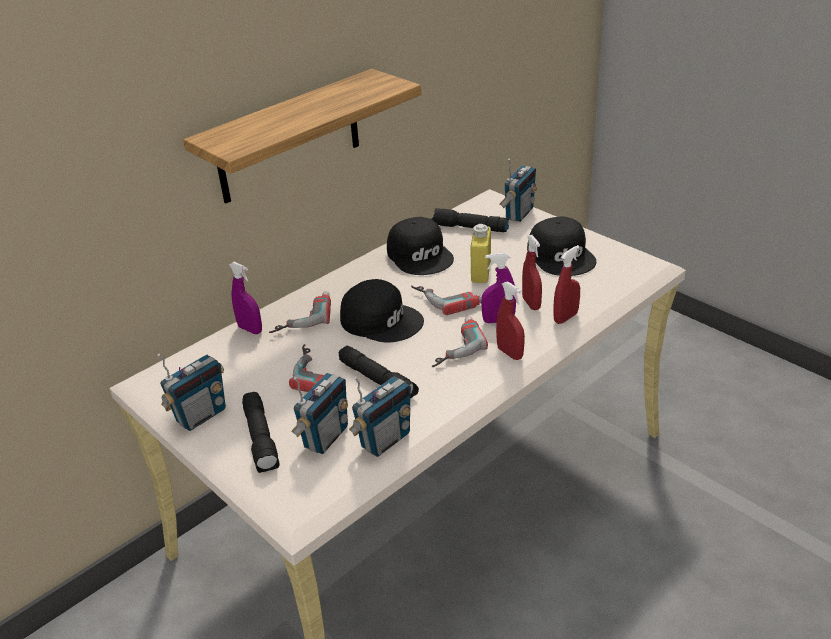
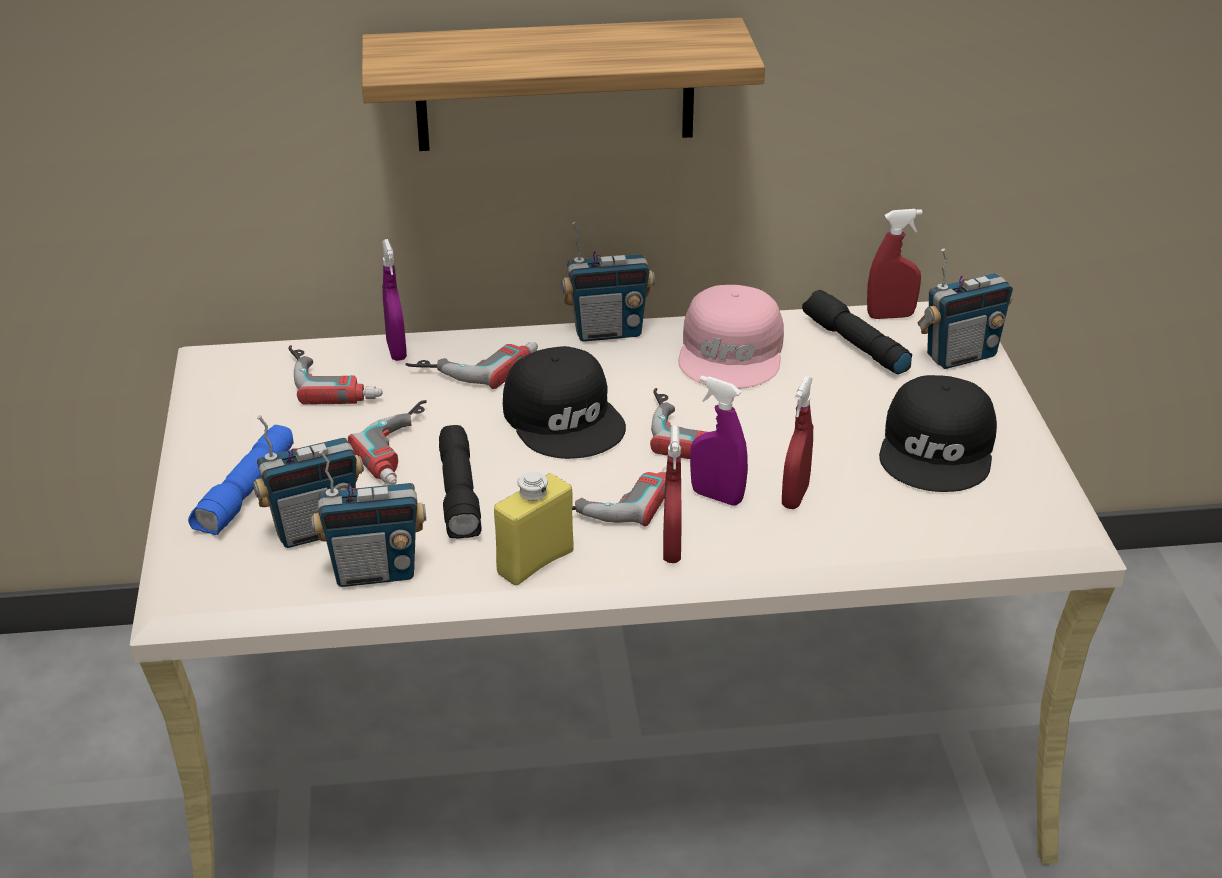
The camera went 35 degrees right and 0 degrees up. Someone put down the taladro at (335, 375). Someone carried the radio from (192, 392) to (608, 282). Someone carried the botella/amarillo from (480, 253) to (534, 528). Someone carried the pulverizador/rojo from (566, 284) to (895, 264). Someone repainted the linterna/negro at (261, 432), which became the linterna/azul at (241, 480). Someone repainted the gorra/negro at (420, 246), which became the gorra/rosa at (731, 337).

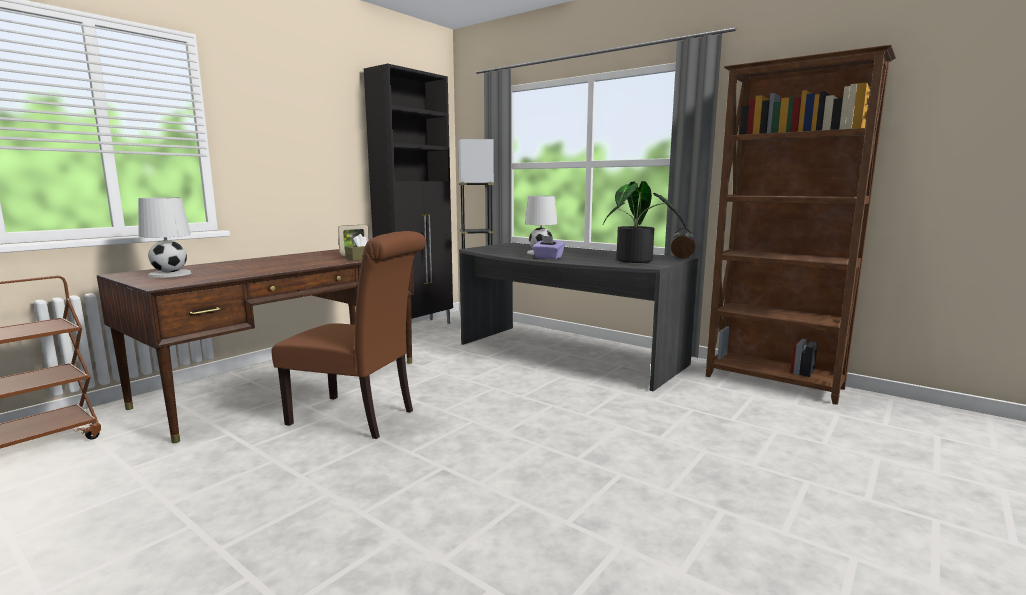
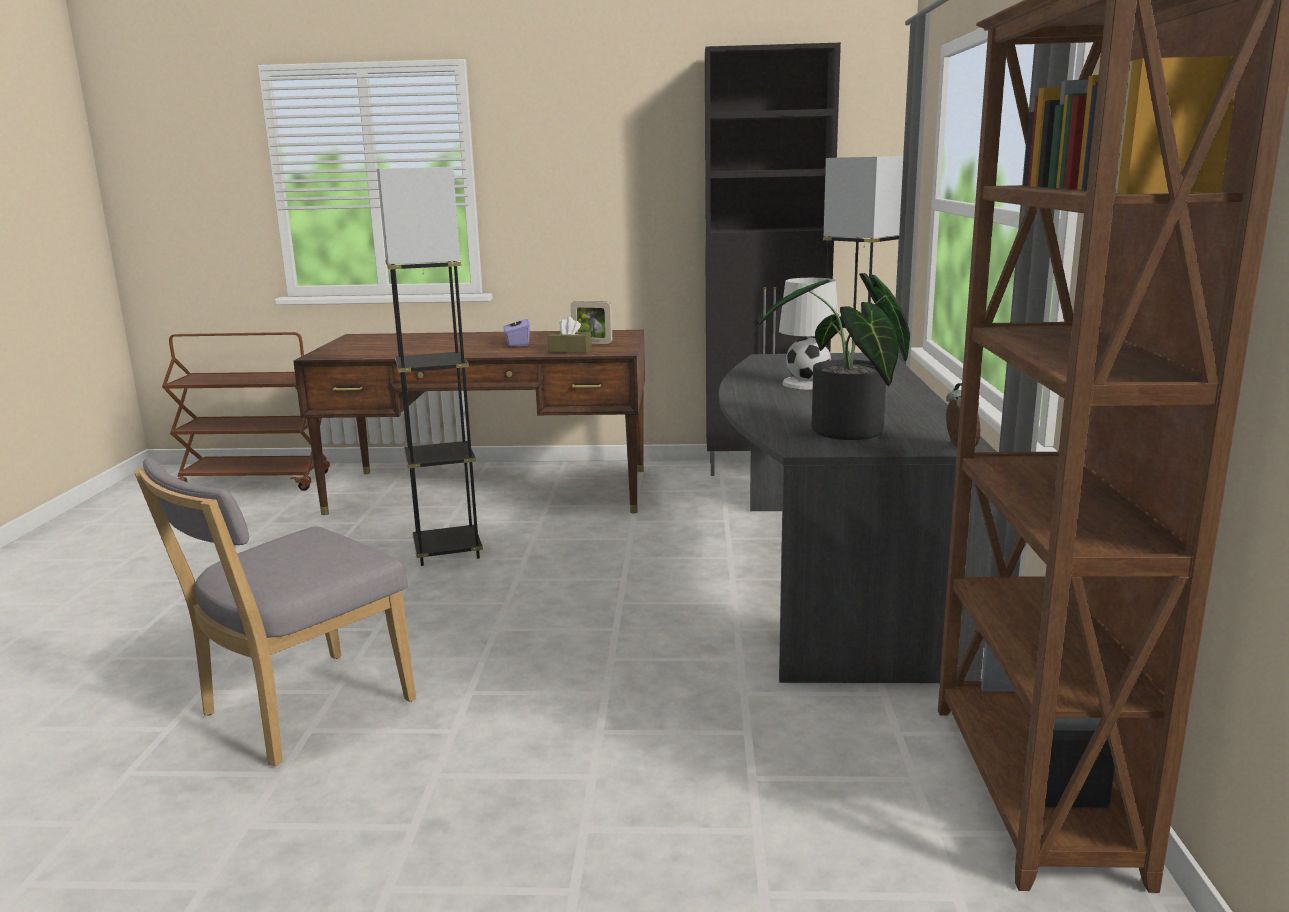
The camera went 55 degrees right and 5 degrees up. Someone took away the lámpara de mesa/blanco at (164, 237). Someone put down the silla/gris at (275, 612). Someone carried the caja de pañuelos/morado from (548, 247) to (516, 330). Someone swapped the silla/marrón at (349, 335) for the lámpara de pie/gris at (430, 366).

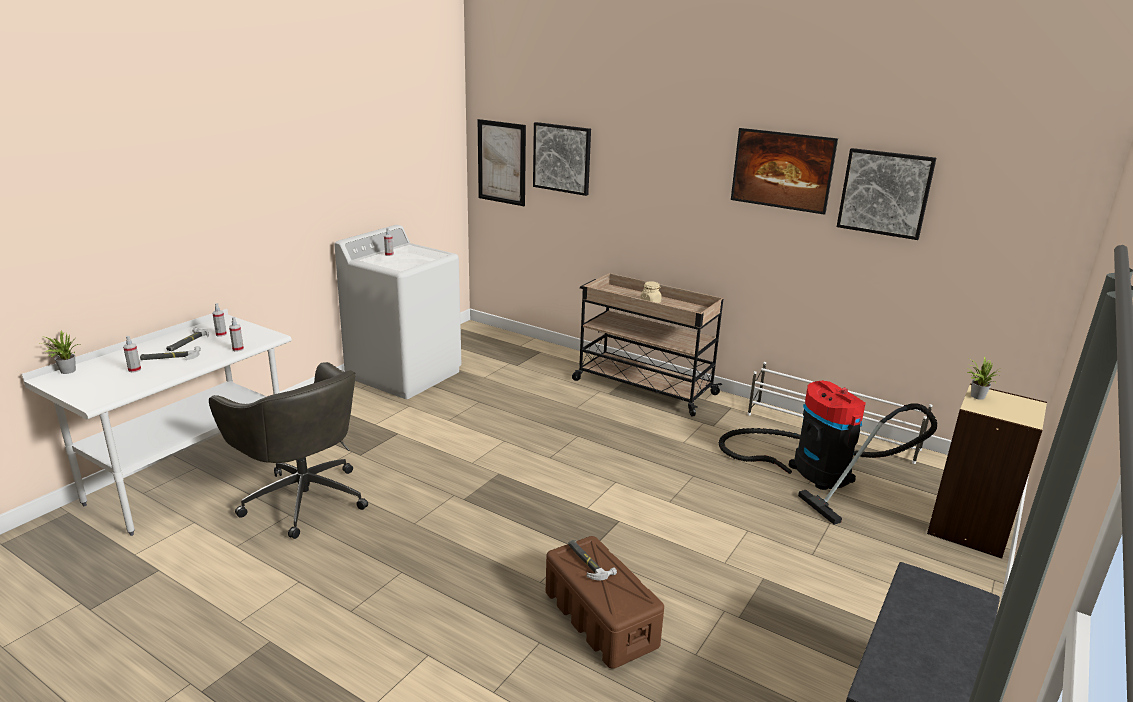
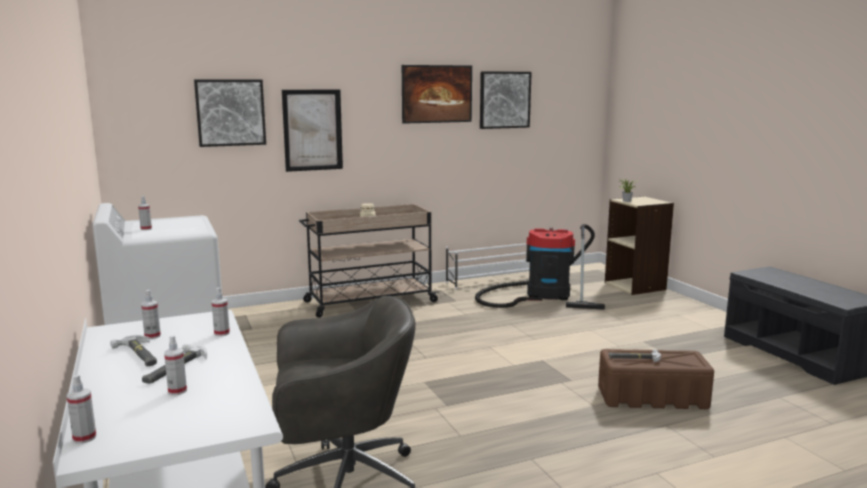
The camera went 55 degrees left and 10 degrees down. Someone carried the cuadro from (502, 162) to (312, 130). Someone swapped the planta en maceta at (59, 352) for the pulverizador at (81, 409).

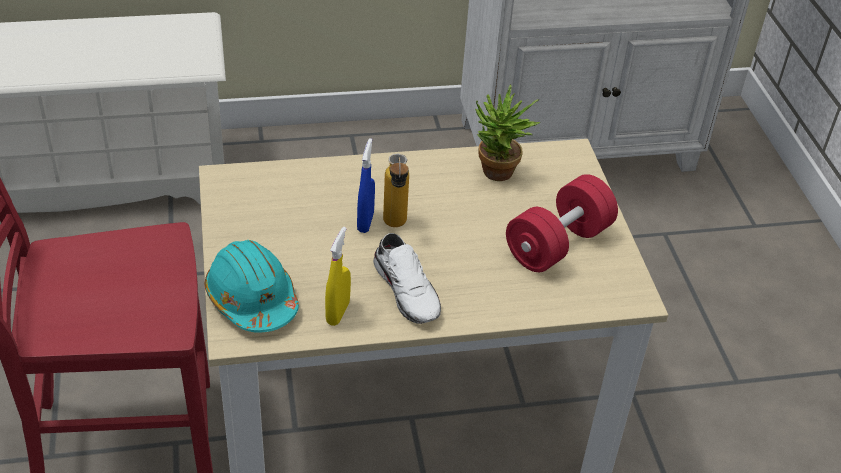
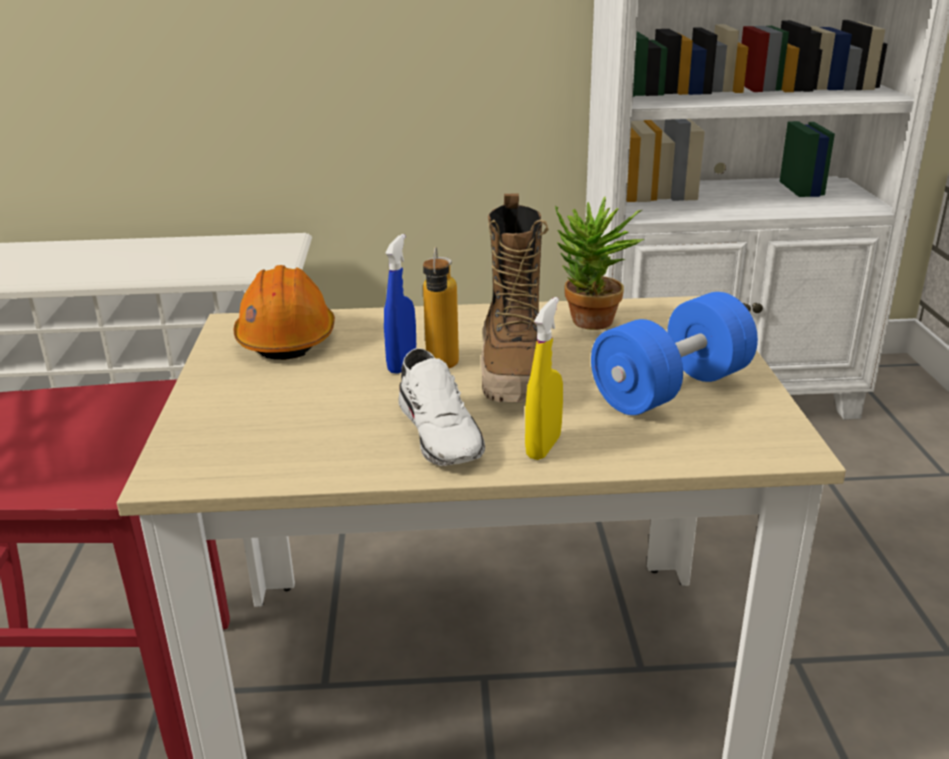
The camera went 10 degrees right and 15 degrees down. Someone took away the casco/turquesa at (251, 286). Someone put down the casco/naranja at (284, 312). Someone put down the bota at (514, 298). Someone carried the pulverizador/amarillo from (338, 276) to (544, 378). Someone repainted the mancuerna/rojo at (562, 223), which became the mancuerna/azul at (674, 353).

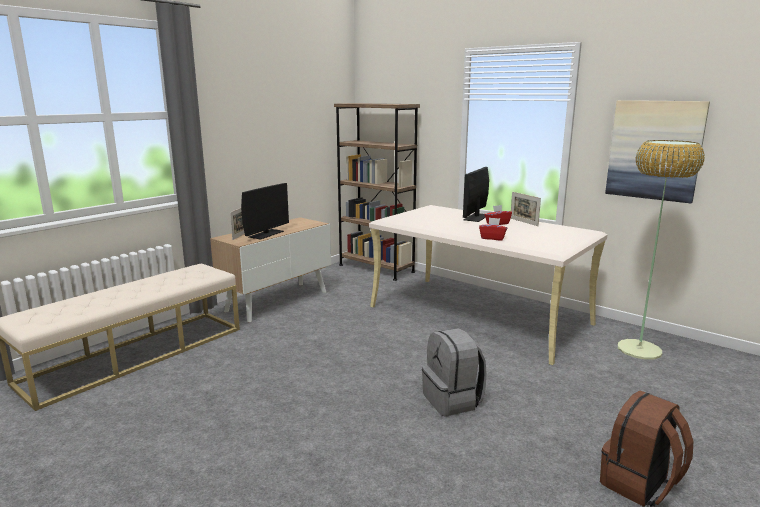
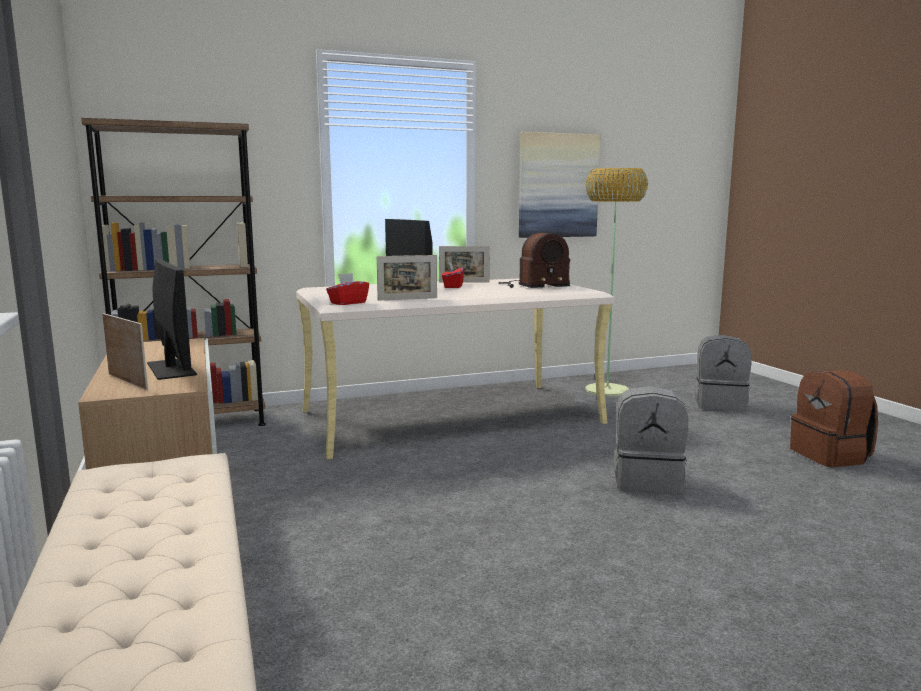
The camera went 60 degrees left and 5 degrees down. Someone put down the portarretratos at (407, 278). Someone put down the radio at (534, 260). Someone put down the mochila/gris at (723, 373). Someone carried the caja de pañuelos/rojo from (493, 229) to (347, 289).

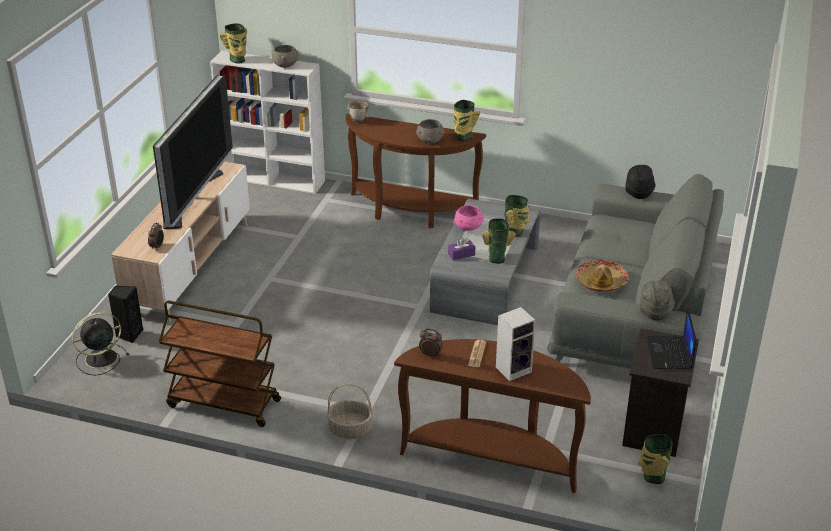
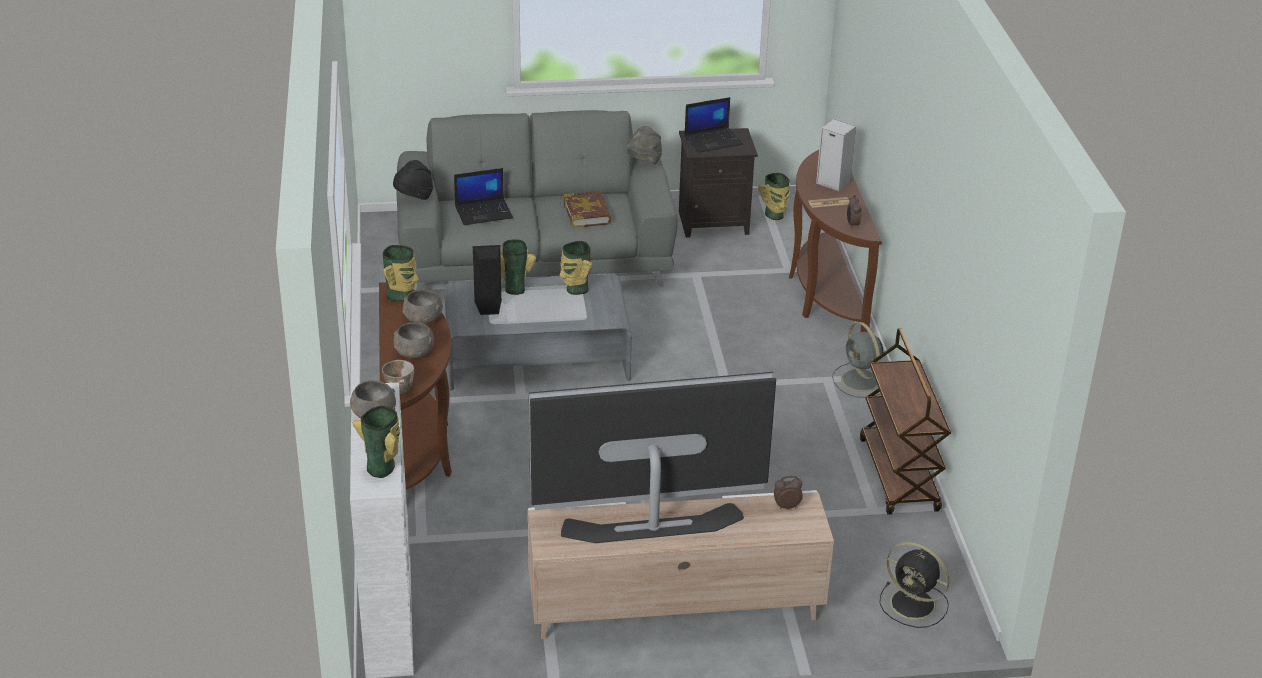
The camera went 115 degrees left and 0 degrees up. Someone took away the caja de pañuelos/morado at (461, 249). Someone took away the cuenco/rosa at (469, 218). Someone put down the cuenco/gris at (413, 340). Someone put down the portátil at (483, 196). Someone carried the altavoz/negro from (125, 314) to (487, 279). Someone swapped the cesta at (350, 411) for the ventilador/gris at (857, 360). Someone swapped the sombrero at (602, 276) for the libro at (588, 209).

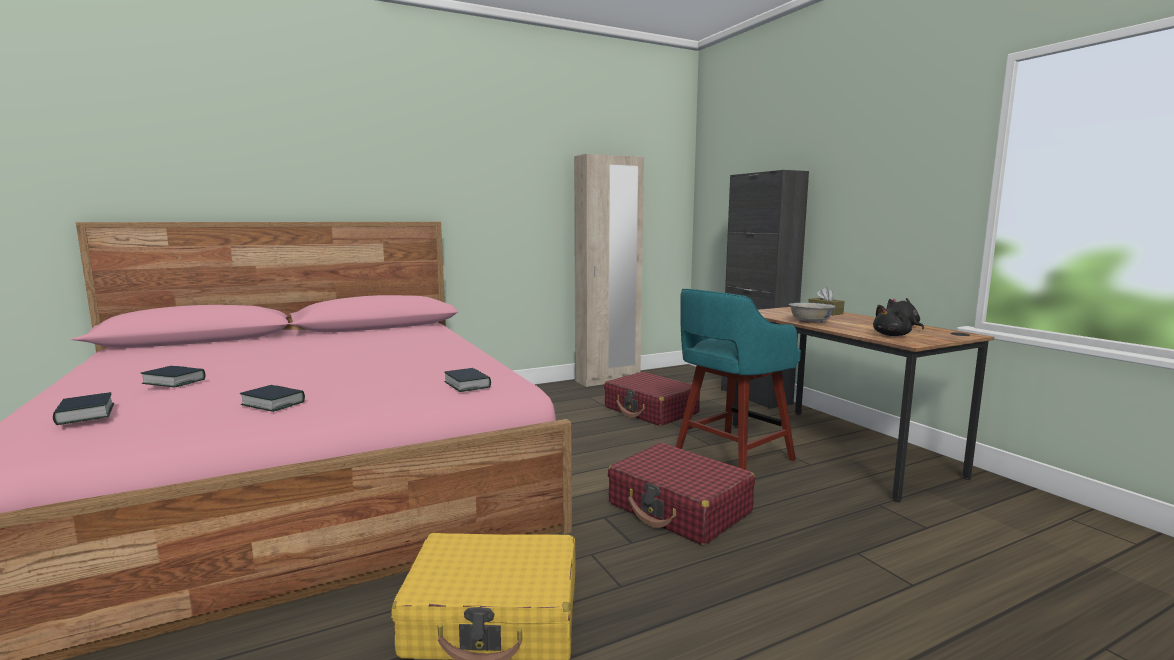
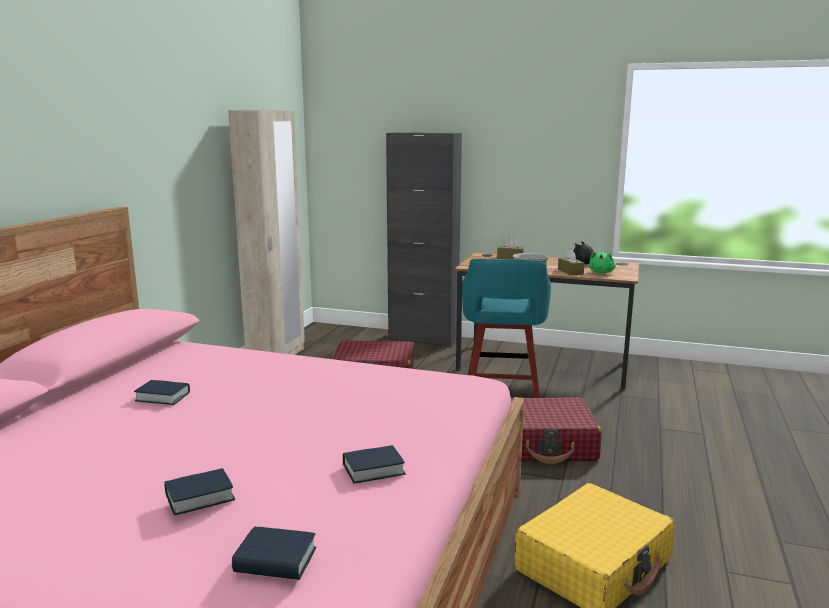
The camera went 45 degrees left and 5 degrees up. Someone put down the caja de pañuelos/marrón at (571, 262). Someone carried the libro from (467, 380) to (162, 392). Someone repainted the peluche/negro at (892, 320), which became the peluche/verde at (602, 263).

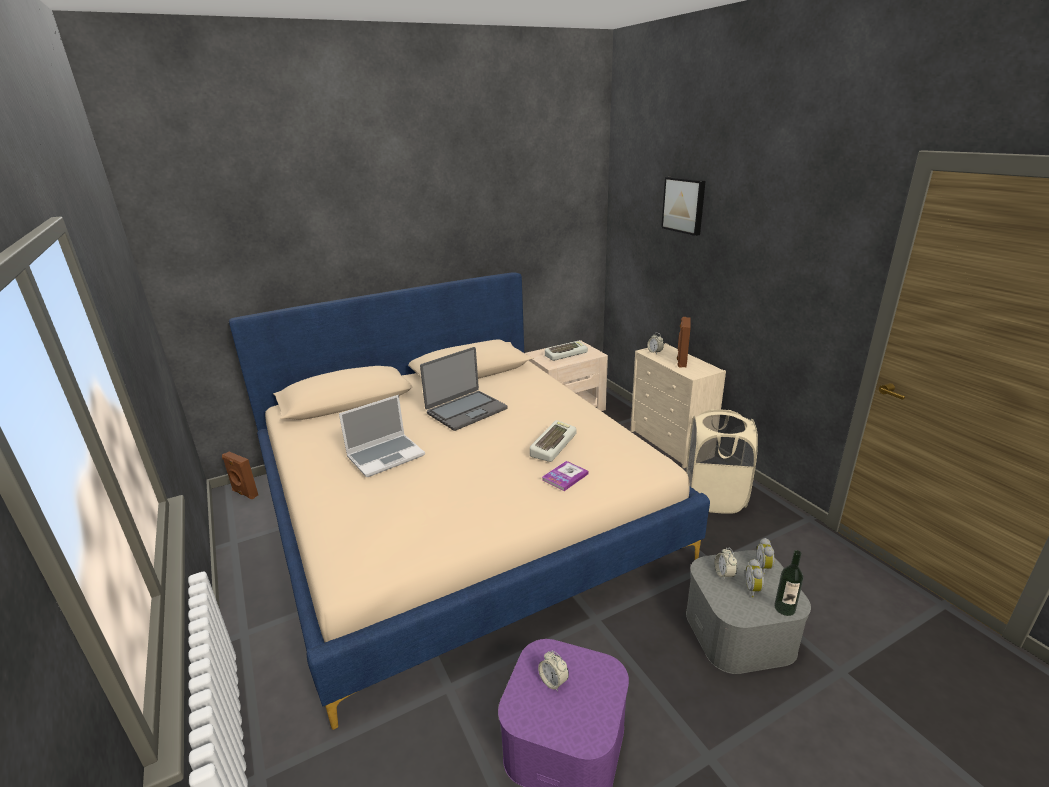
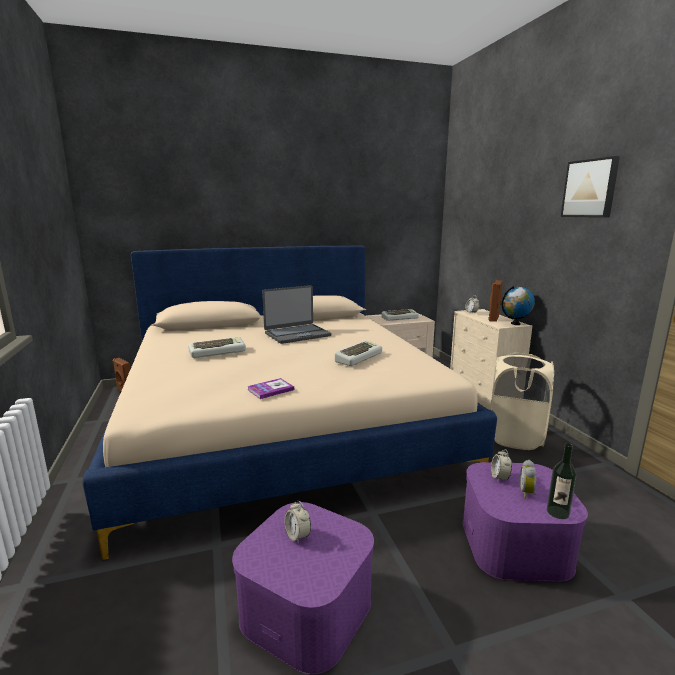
The camera went 10 degrees right and 10 degrees down. Someone took away the despertador at (765, 556). Someone put down the globo terráqueo at (518, 305). Someone carried the libro from (565, 476) to (270, 388). Someone carried the cuadro from (683, 206) to (590, 187). Someone swapped the portátil at (382, 436) for the teclado at (217, 347). Someone repainted the caja de almacenaje/gris at (748, 612), which became the caja de almacenaje/morado at (525, 522).

